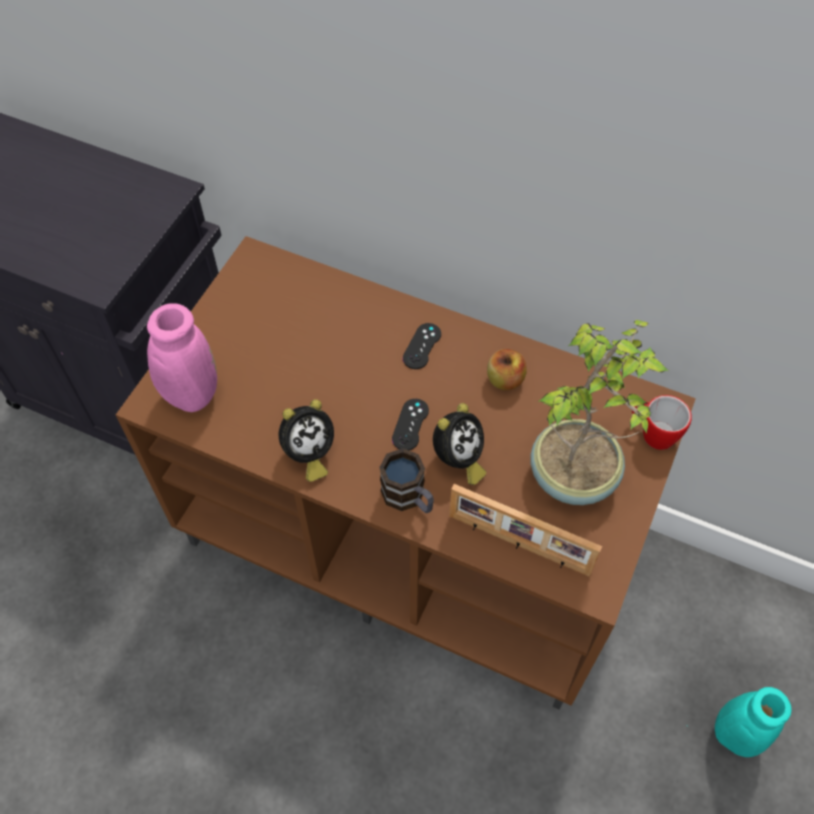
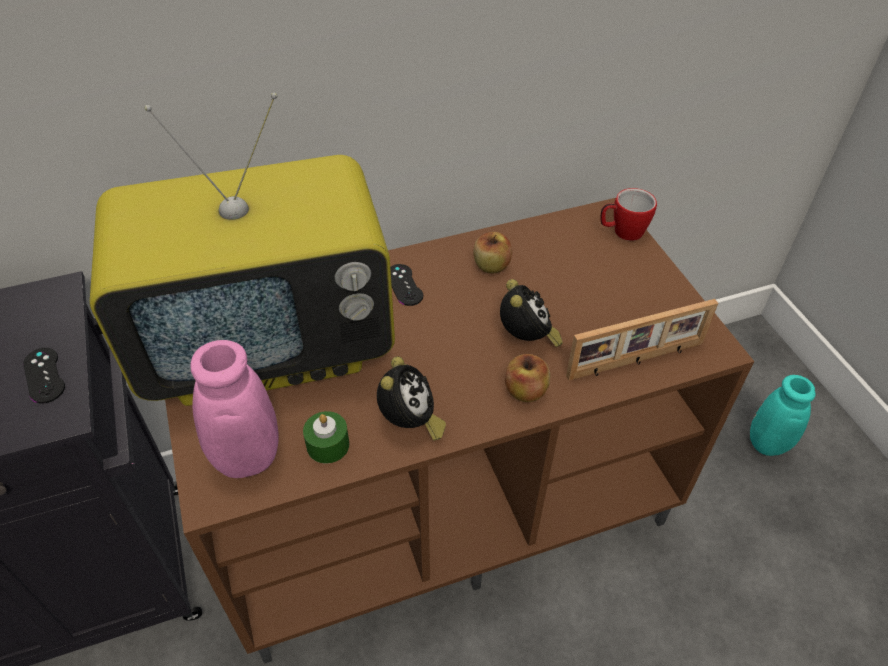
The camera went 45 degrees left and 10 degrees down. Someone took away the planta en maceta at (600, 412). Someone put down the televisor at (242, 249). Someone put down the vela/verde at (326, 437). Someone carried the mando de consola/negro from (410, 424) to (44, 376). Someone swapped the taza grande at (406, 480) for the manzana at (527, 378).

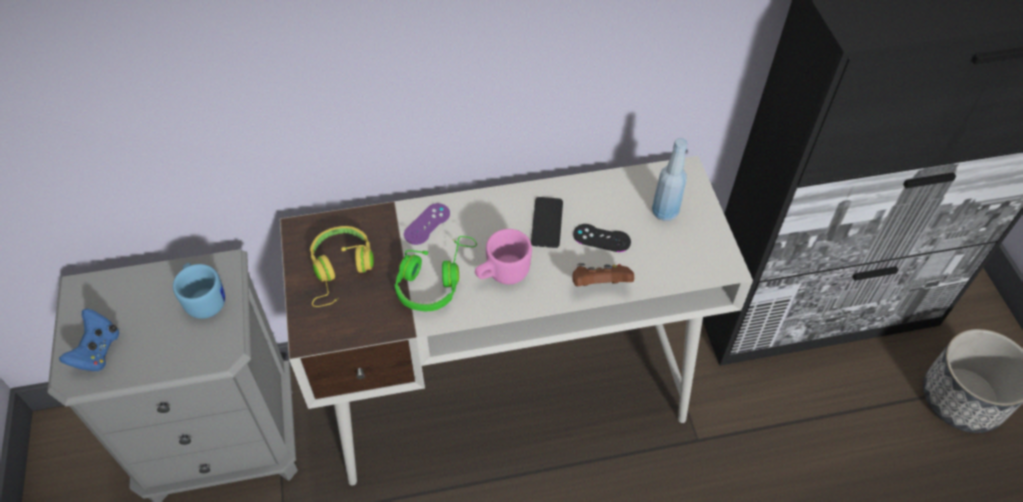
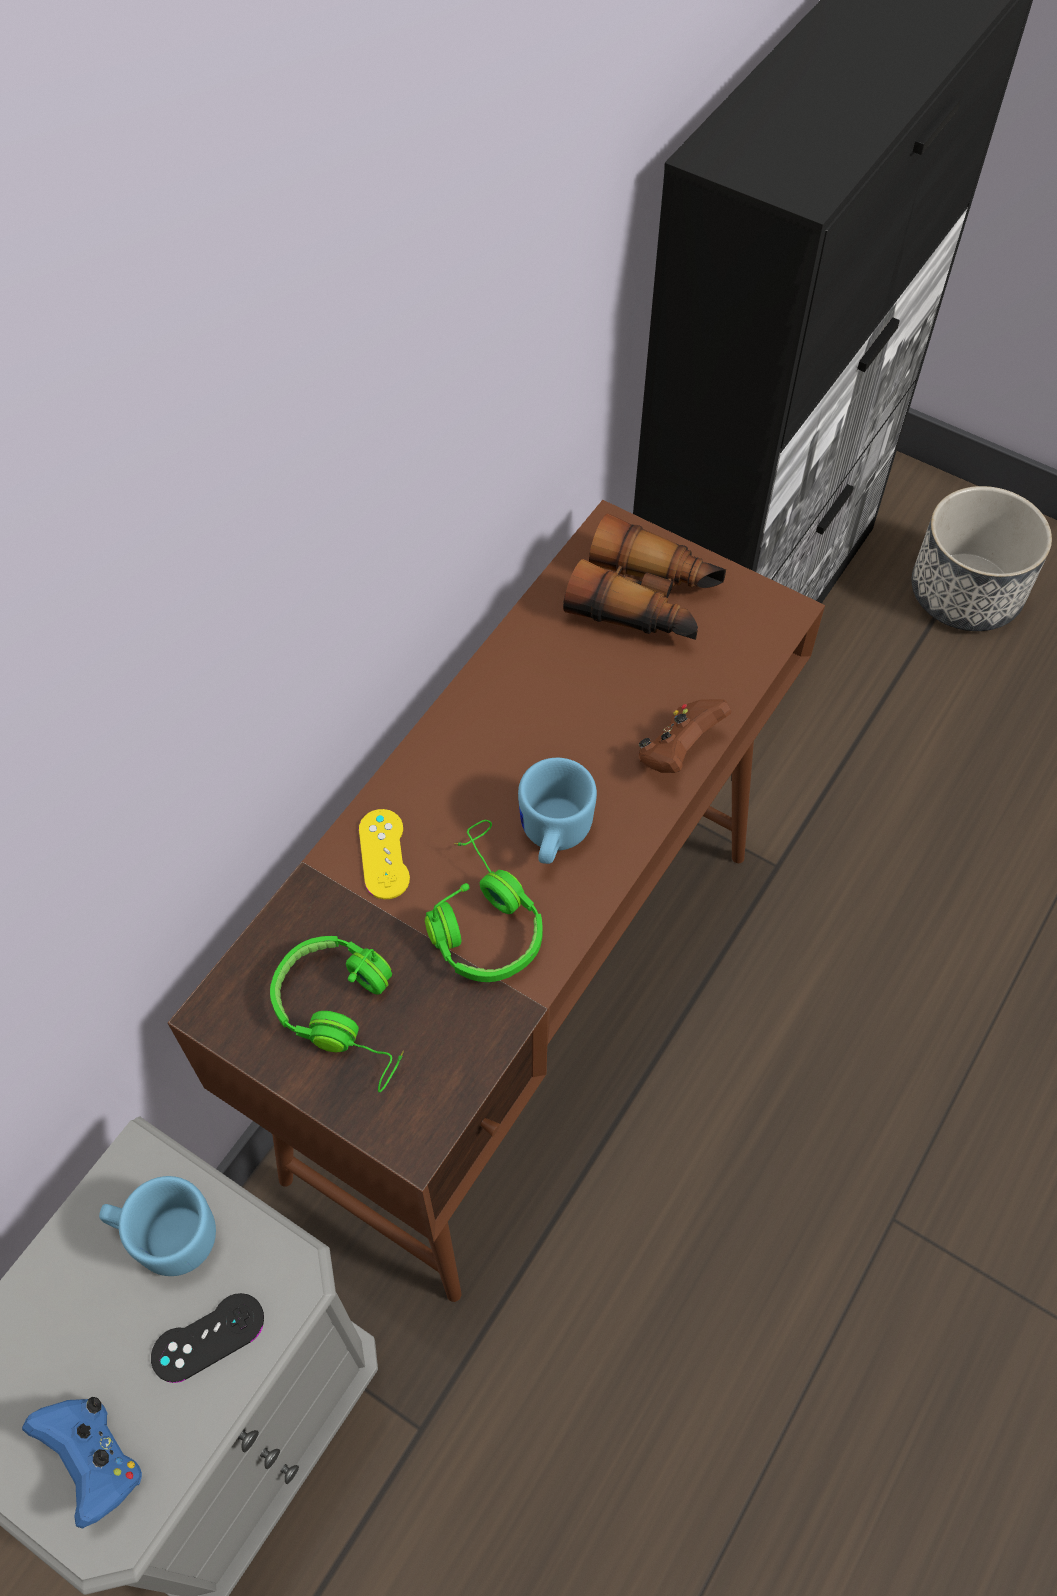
The camera went 45 degrees left and 5 degrees up. Someone took away the móvil at (547, 222). Someone carried the mando de consola/negro from (602, 238) to (207, 1338). Someone swapped the botella/azul at (669, 179) for the prismáticos at (644, 576). Someone repainted the escritorio/blanco at (516, 320), which became the escritorio/marrón at (496, 901). Someone repainted the auriculares/amarillo at (342, 266), which became the auriculares/verde at (337, 1014). Someone repainted the mando de consola/morado at (427, 224), which became the mando de consola/amarillo at (384, 854). Someone repainted the taza grande/rosa at (503, 256), which became the taza grande/azul at (557, 811).

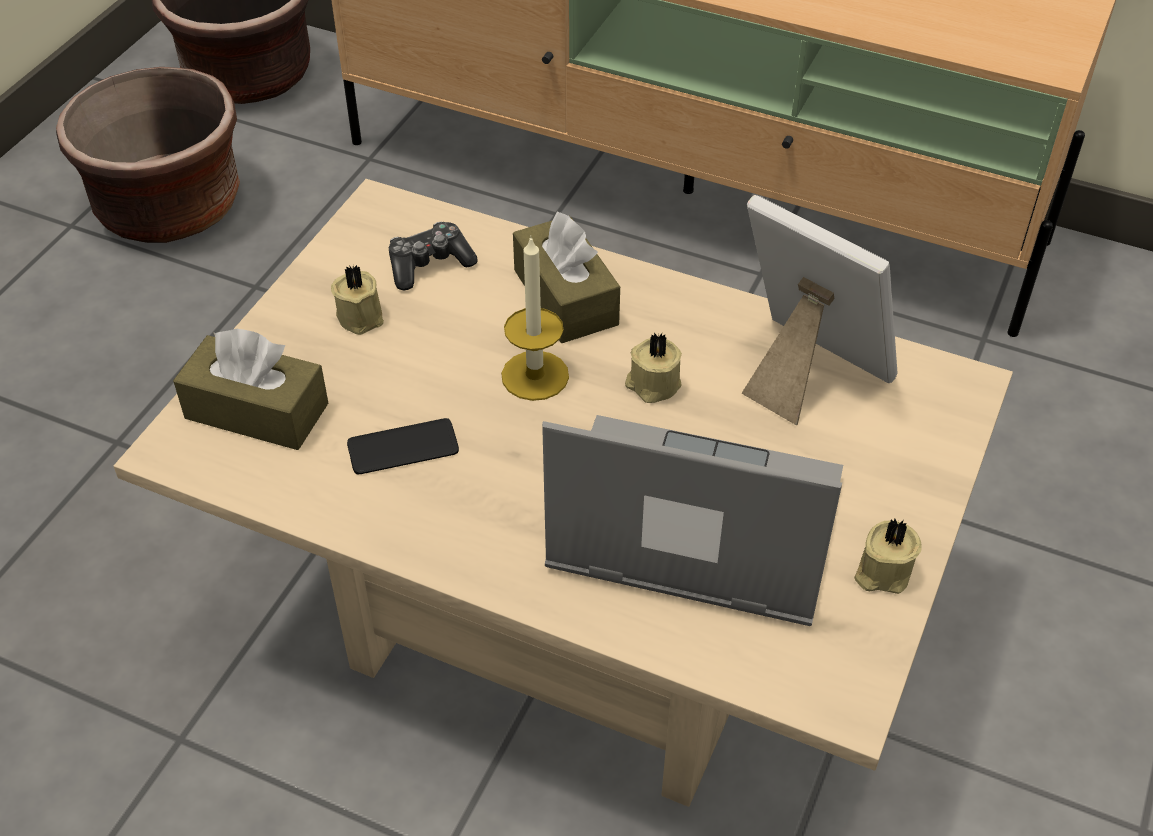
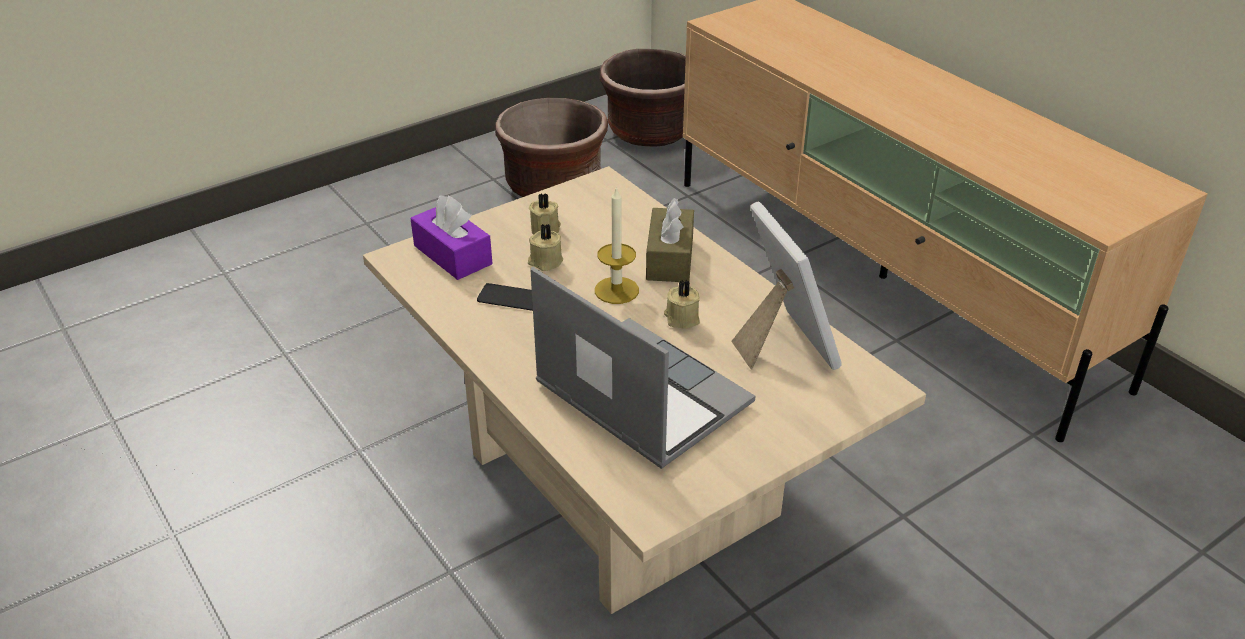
The camera went 30 degrees right and 10 degrees down. Someone took away the mando de consola at (433, 256). Someone carried the vela/beis from (888, 556) to (545, 247). Someone repainted the caja de pañuelos/marrón at (250, 389), which became the caja de pañuelos/morado at (451, 237).

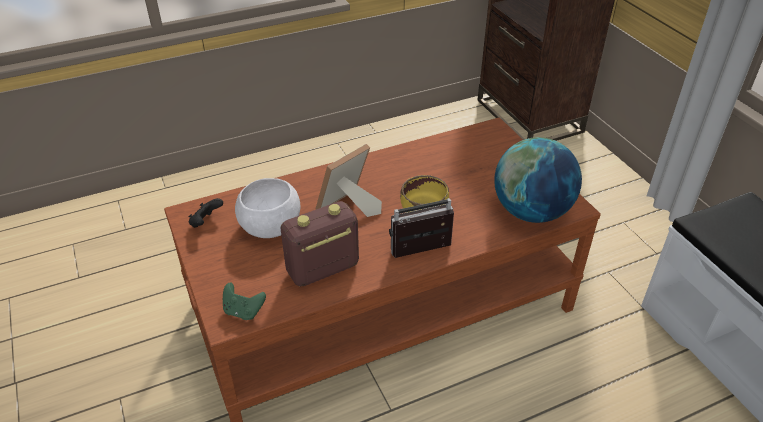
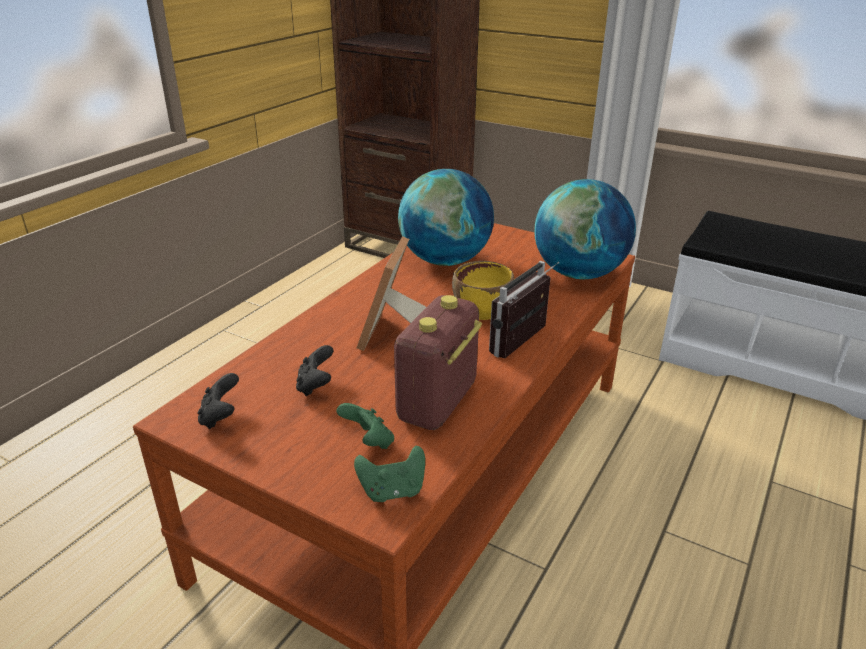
The camera went 35 degrees left and 10 degrees down. Someone put down the mando de consola/verde at (365, 426). Someone put down the globo terráqueo at (446, 217). Someone swapped the cuenco/blanco at (267, 208) for the mando de consola/negro at (315, 370).

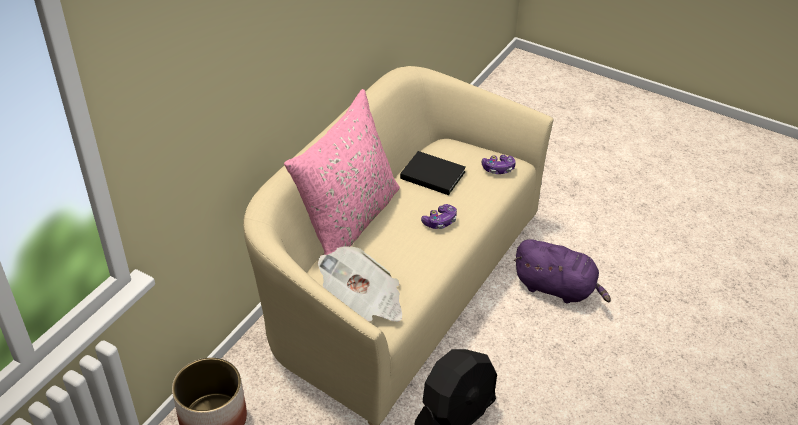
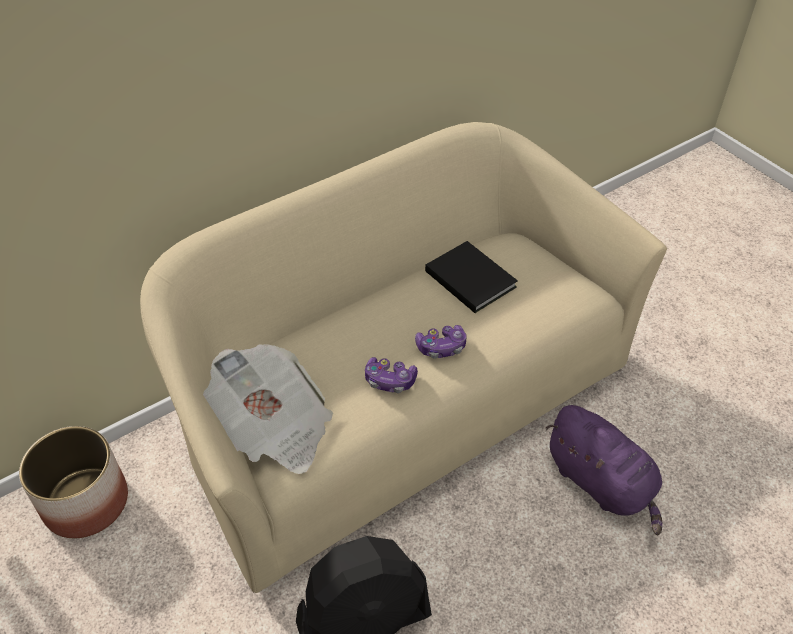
The camera went 25 degrees right and 5 degrees up. Someone took away the cojín/rosa at (342, 172). Someone carried the mando de consola from (499, 164) to (391, 375).

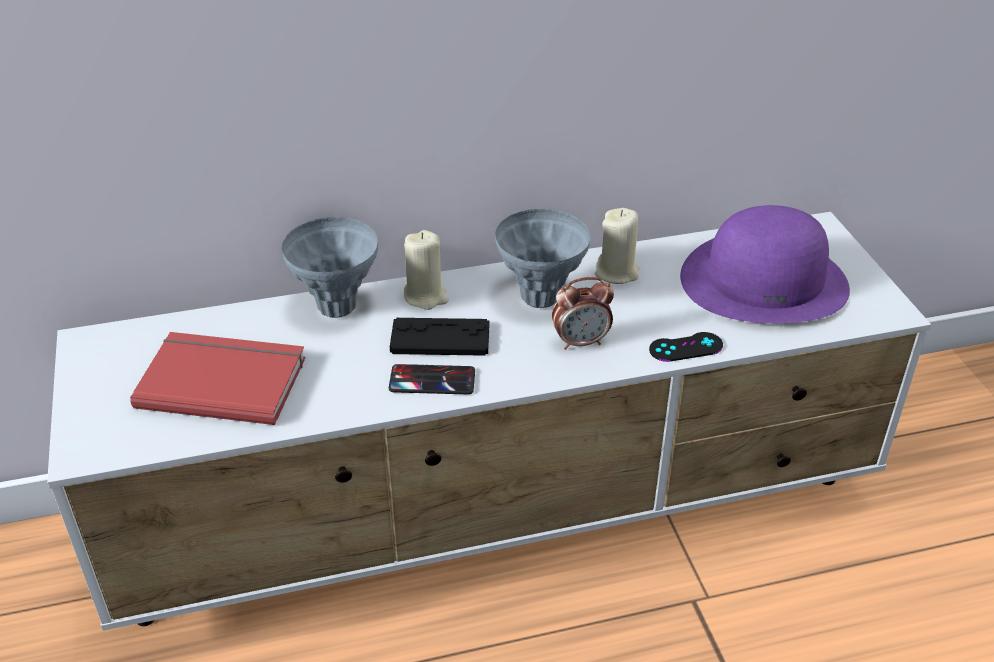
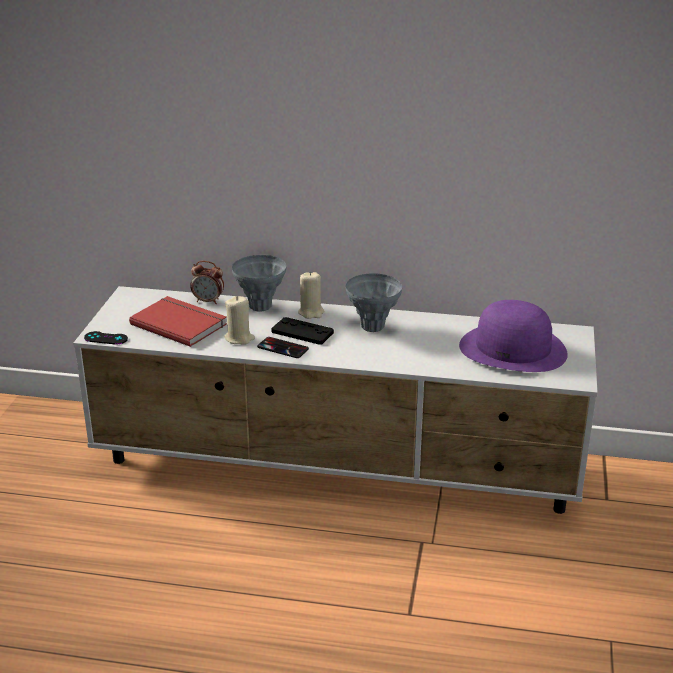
The camera went 25 degrees right and 10 degrees down. Someone carried the despertador from (583, 313) to (207, 282). Someone carried the vela/beis from (617, 246) to (239, 320). Someone carried the mando de consola/negro from (686, 347) to (106, 338).

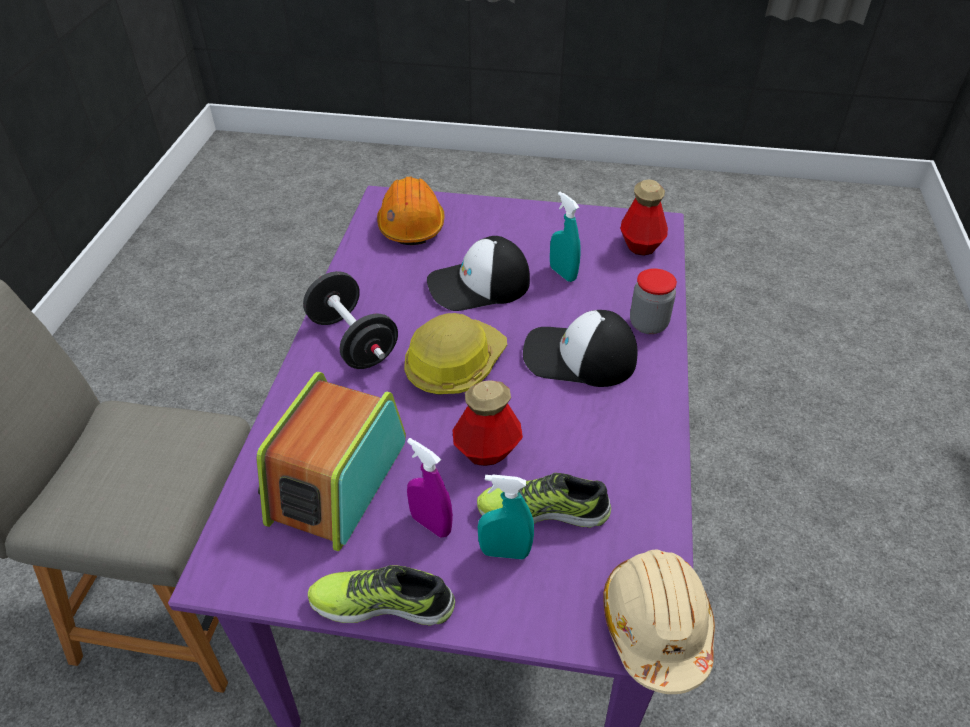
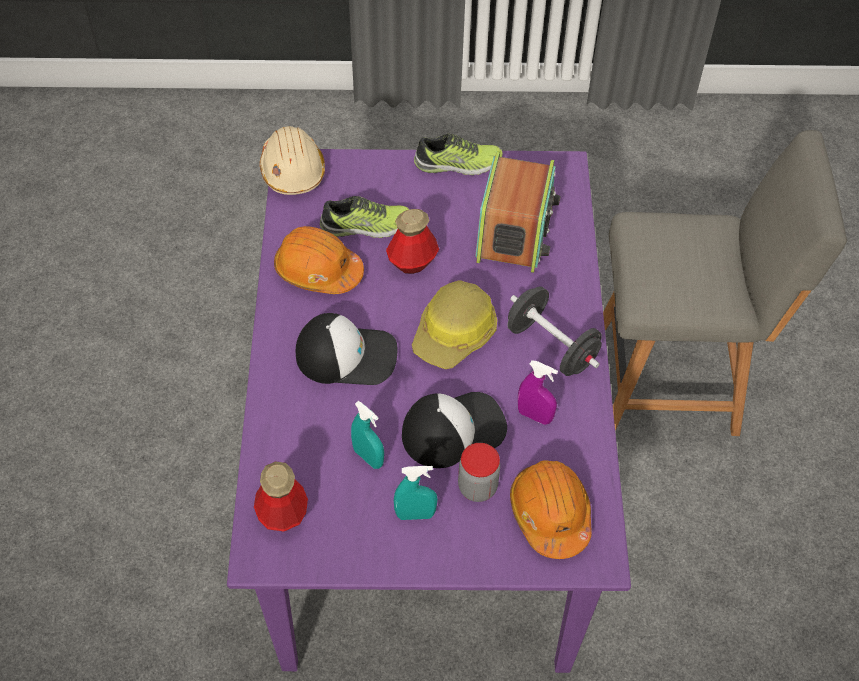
The camera went 170 degrees right and 10 degrees up. Someone put down the casco/naranja at (319, 260). Someone carried the pulverizador/morado from (430, 488) to (538, 392). Someone carried the pulverizador/turquesa from (506, 516) to (416, 493). Someone carried the tarro from (653, 301) to (479, 472).

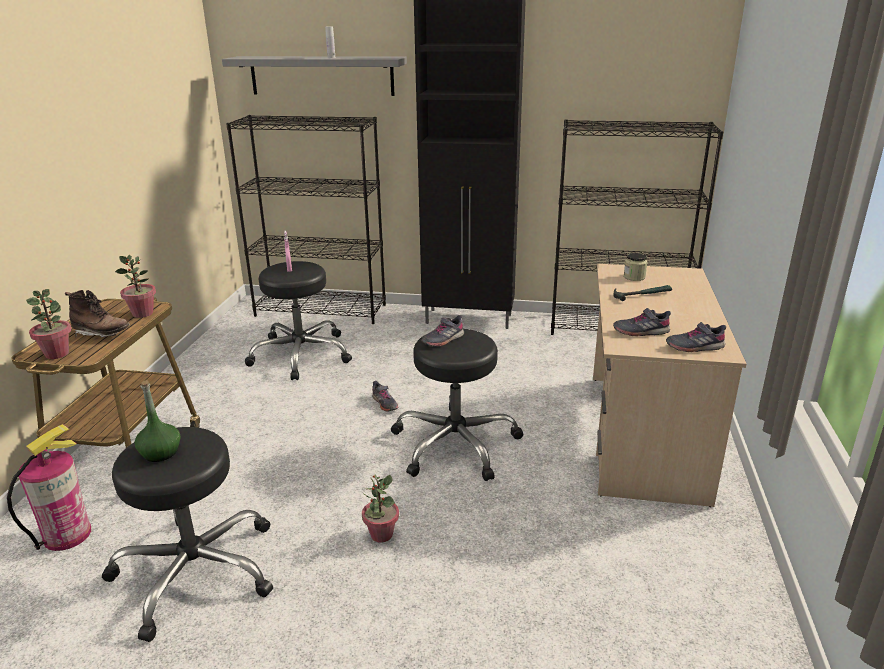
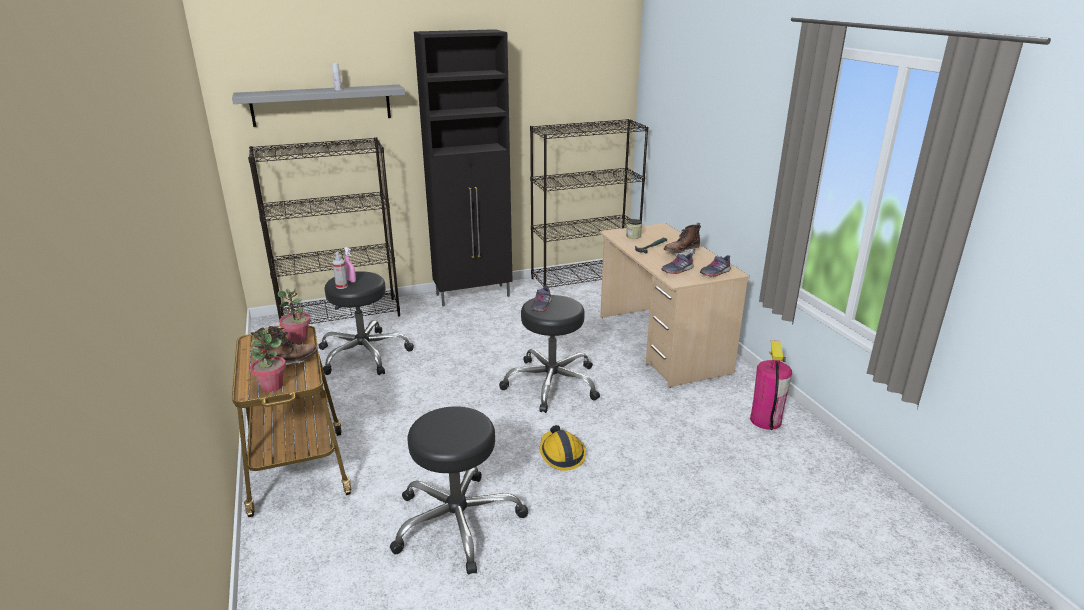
The camera went 30 degrees left and 0 degrees up. Someone took away the botella/verde at (158, 421). Someone took away the zapato/gris at (385, 396). Someone put down the pulverizador at (340, 270). Someone put down the bota/marrón at (682, 239). Someone carried the extintor from (49, 487) to (771, 385). Someone swapped the planta en maceta at (380, 508) for the casco at (563, 448).

